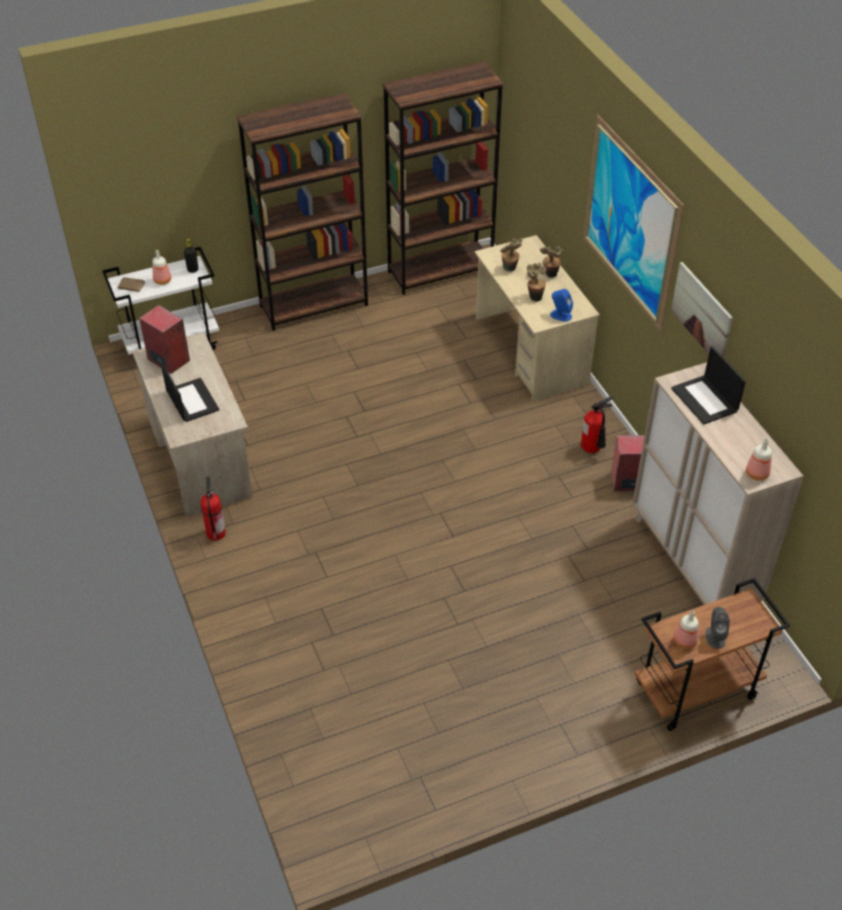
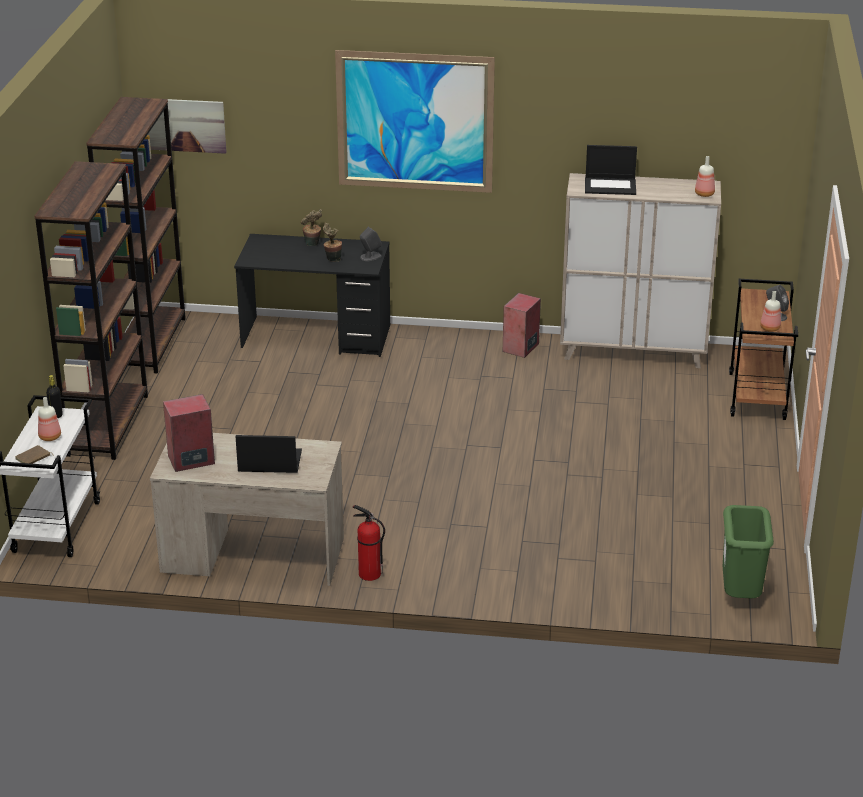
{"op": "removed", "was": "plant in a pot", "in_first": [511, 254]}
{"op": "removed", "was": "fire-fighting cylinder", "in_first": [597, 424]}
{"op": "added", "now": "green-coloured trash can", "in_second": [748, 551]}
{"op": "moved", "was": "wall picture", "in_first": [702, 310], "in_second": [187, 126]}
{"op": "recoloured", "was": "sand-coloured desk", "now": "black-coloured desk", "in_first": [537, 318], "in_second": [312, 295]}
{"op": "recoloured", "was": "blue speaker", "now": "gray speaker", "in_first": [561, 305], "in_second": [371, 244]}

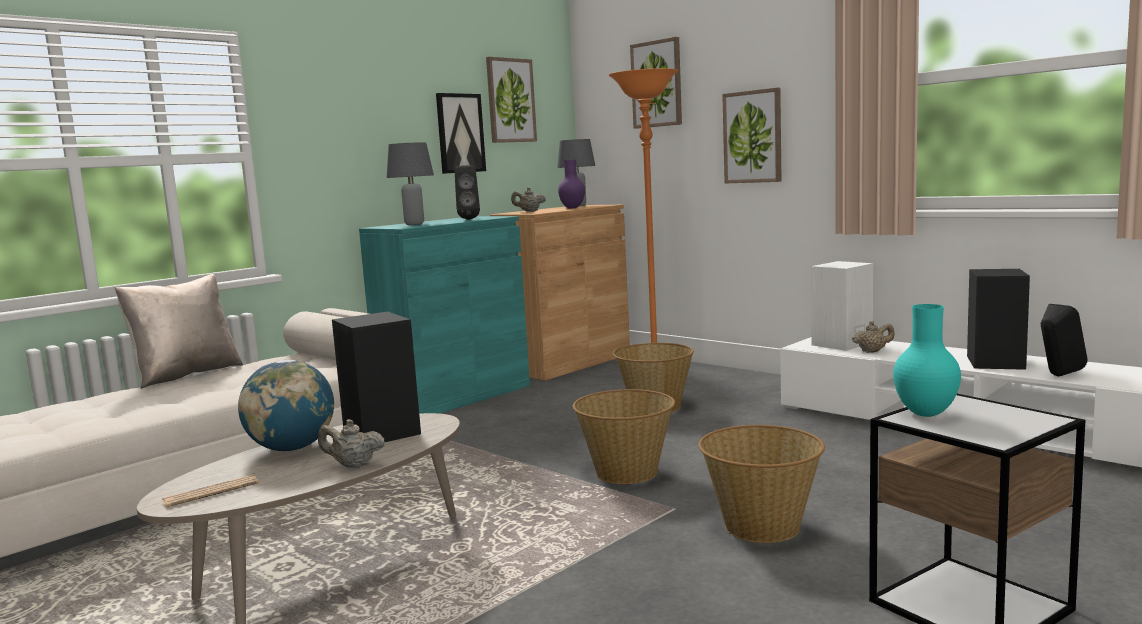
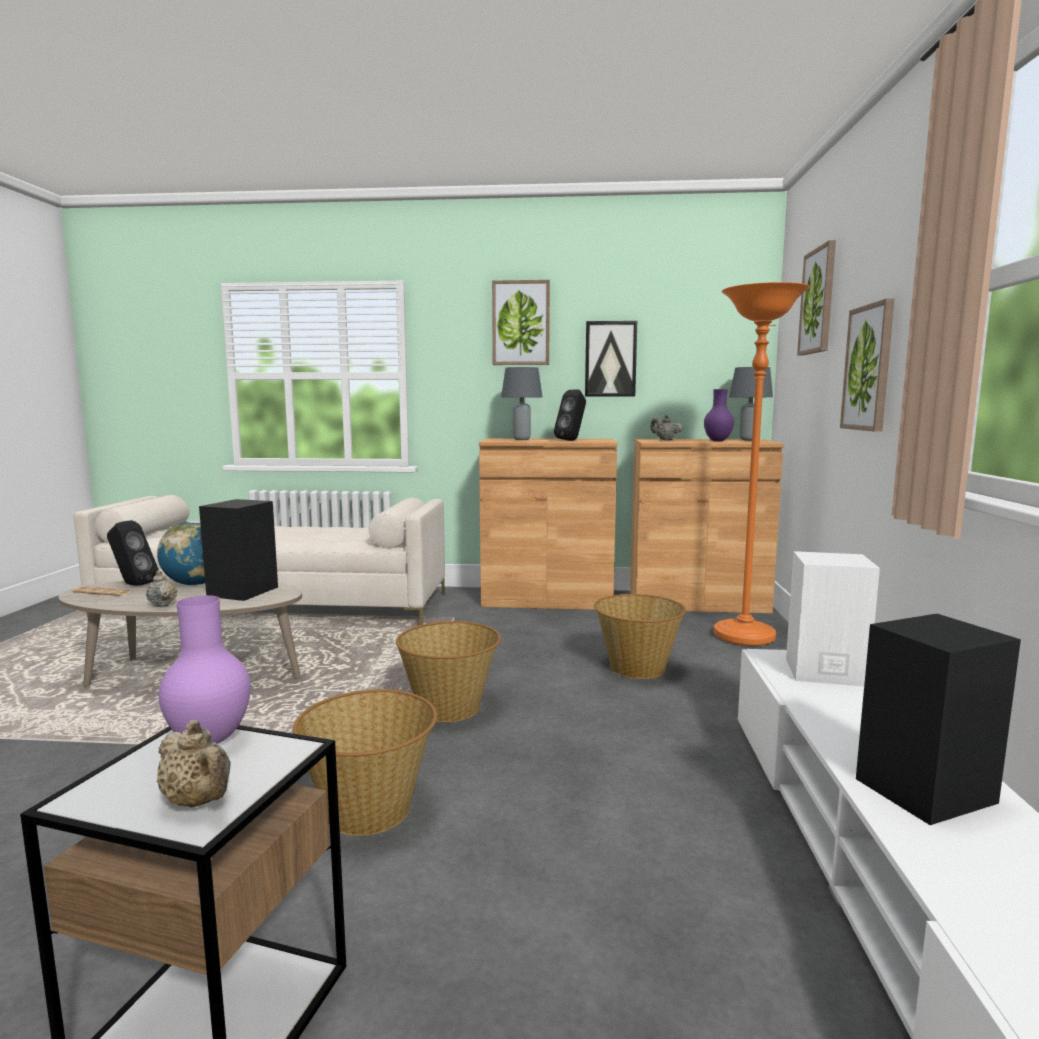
{"op": "removed", "was": "sand-coloured pillow", "in_first": [178, 331]}
{"op": "moved", "was": "wall picture", "in_first": [511, 100], "in_second": [521, 322]}
{"op": "moved", "was": "sand-coloured teapot", "in_first": [873, 337], "in_second": [193, 763]}
{"op": "moved", "was": "black-coloured speaker", "in_first": [1064, 340], "in_second": [133, 553]}
{"op": "recoloured", "was": "turquoise-coloured storage cabinet", "now": "brown-coloured storage cabinet", "in_first": [444, 315], "in_second": [548, 524]}
{"op": "recoloured", "was": "turquoise-coloured flower vase", "now": "purplish flower vase", "in_first": [927, 360], "in_second": [205, 669]}

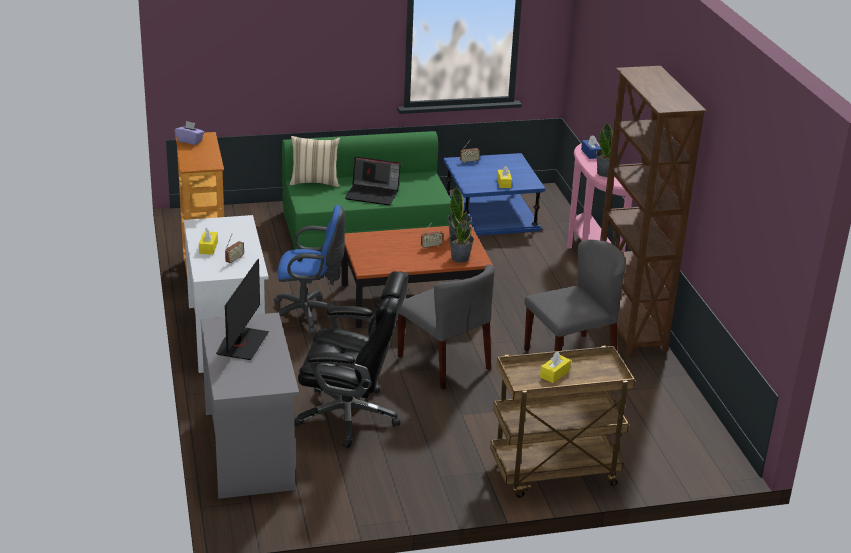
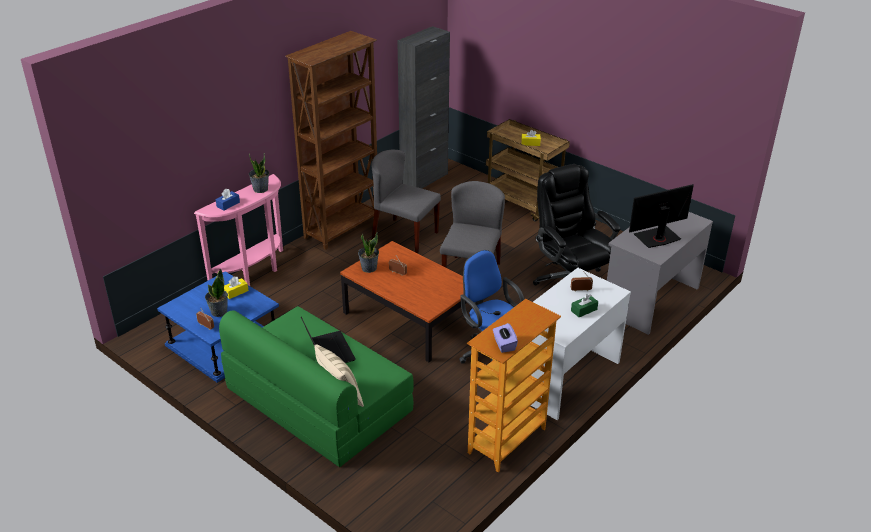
{"op": "added", "now": "black-coloured storage cabinet", "in_second": [423, 107]}
{"op": "moved", "was": "plant in a pot", "in_first": [461, 236], "in_second": [216, 292]}
{"op": "recoloured", "was": "yellowish tissue box", "now": "green-coloured tissue box", "in_first": [208, 241], "in_second": [584, 305]}

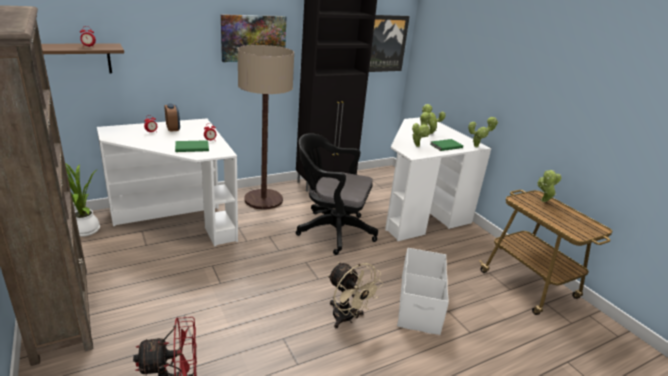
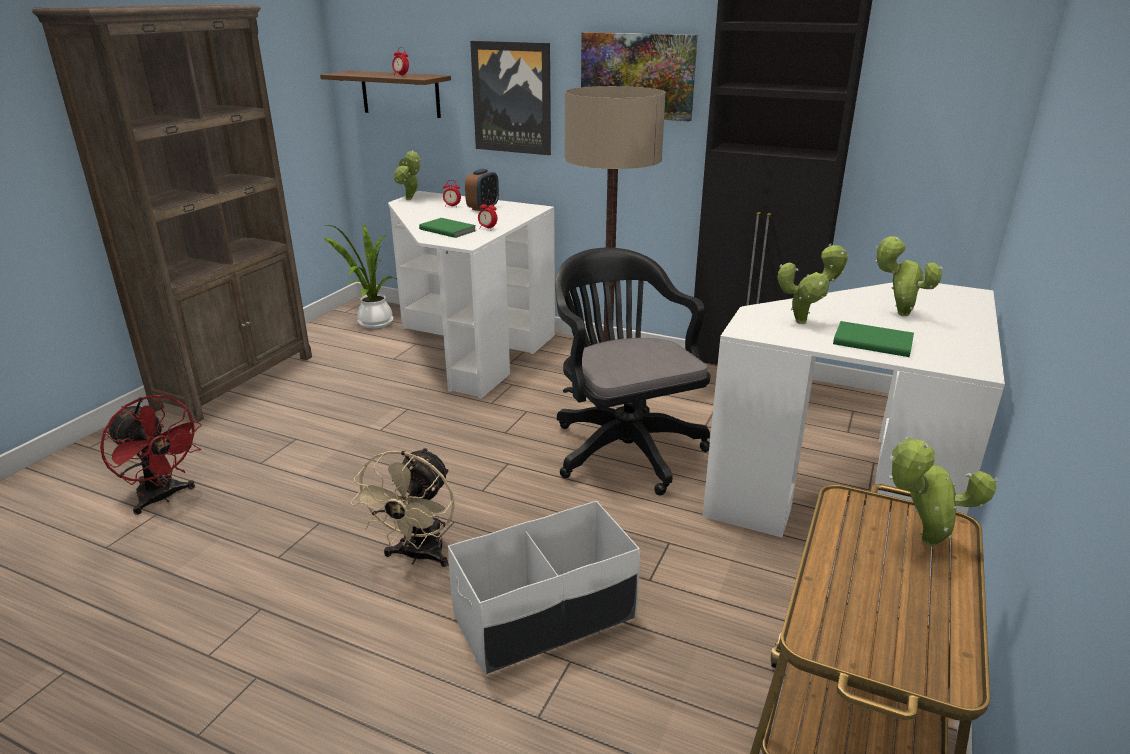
{"op": "moved", "was": "wall picture", "in_first": [389, 43], "in_second": [510, 98]}
{"op": "moved", "was": "plant in a pot", "in_first": [483, 131], "in_second": [407, 175]}

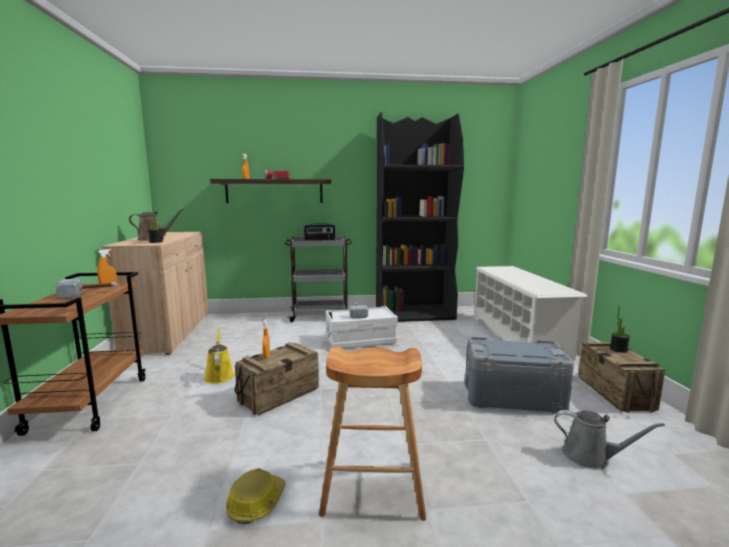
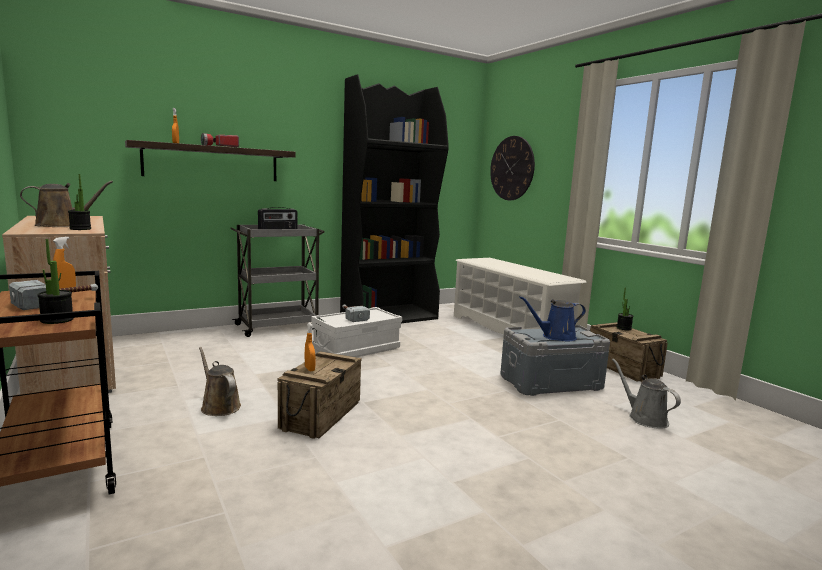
{"op": "removed", "was": "safety helmet", "in_first": [256, 496]}
{"op": "removed", "was": "brown-coloured stool seat", "in_first": [372, 434]}
{"op": "added", "now": "plant in a pot", "in_second": [56, 281]}
{"op": "added", "now": "wall clock", "in_second": [512, 168]}
{"op": "added", "now": "blue watering pot", "in_second": [552, 318]}
{"op": "recoloured", "was": "yellowish watering pot", "now": "brown-coloured watering pot", "in_first": [219, 356], "in_second": [220, 381]}
{"op": "turned", "was": "gray watering pot", "in_first": [609, 440], "in_second": [646, 393], "clockwise": -120}

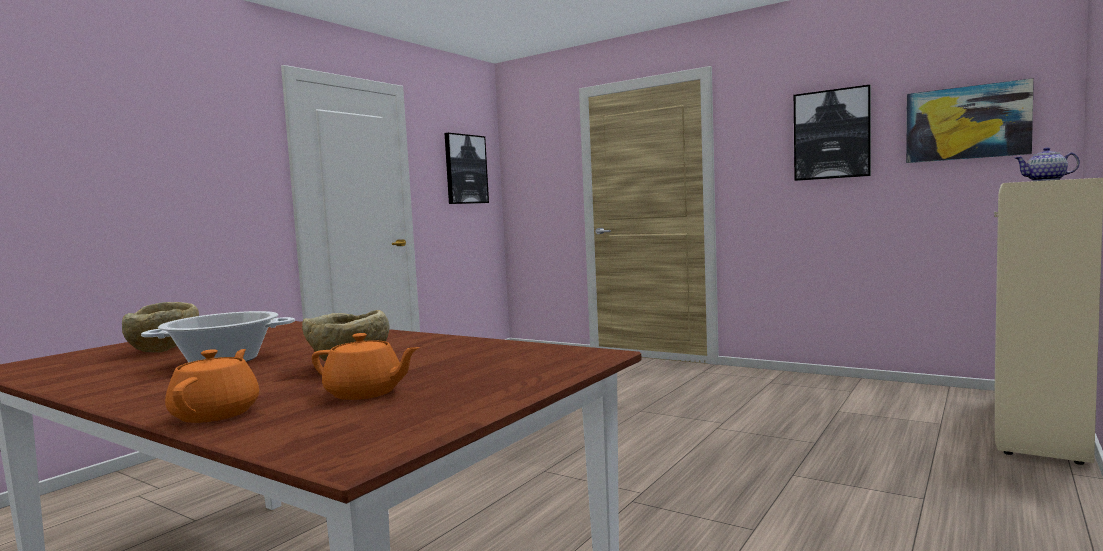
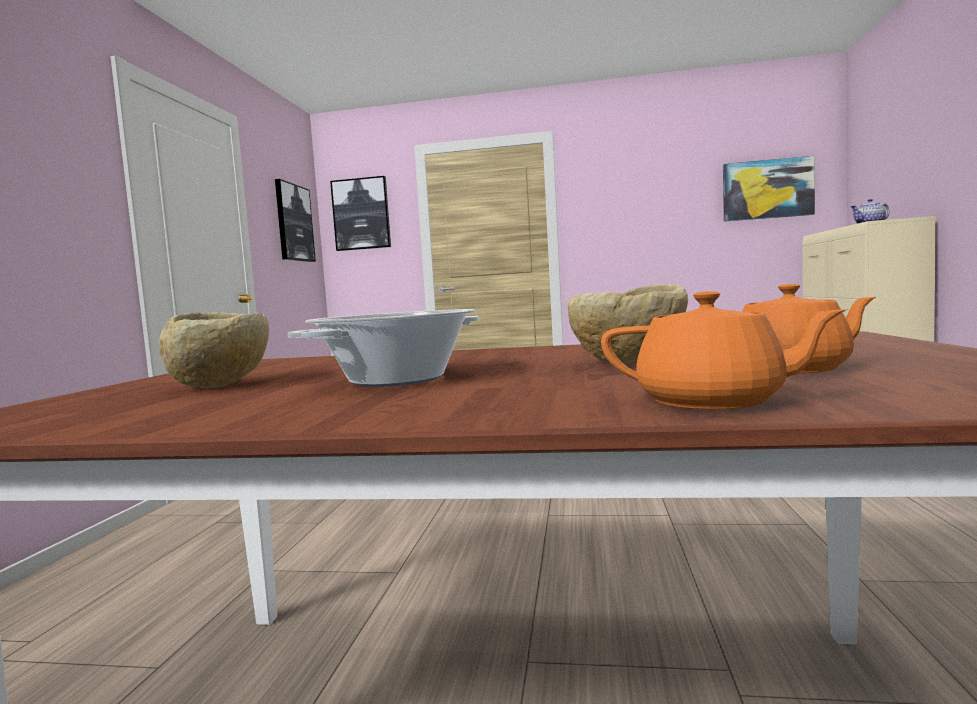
{"op": "moved", "was": "wall picture", "in_first": [832, 133], "in_second": [360, 213]}
{"op": "turned", "was": "orange teapot", "in_first": [212, 386], "in_second": [724, 350], "clockwise": 135}

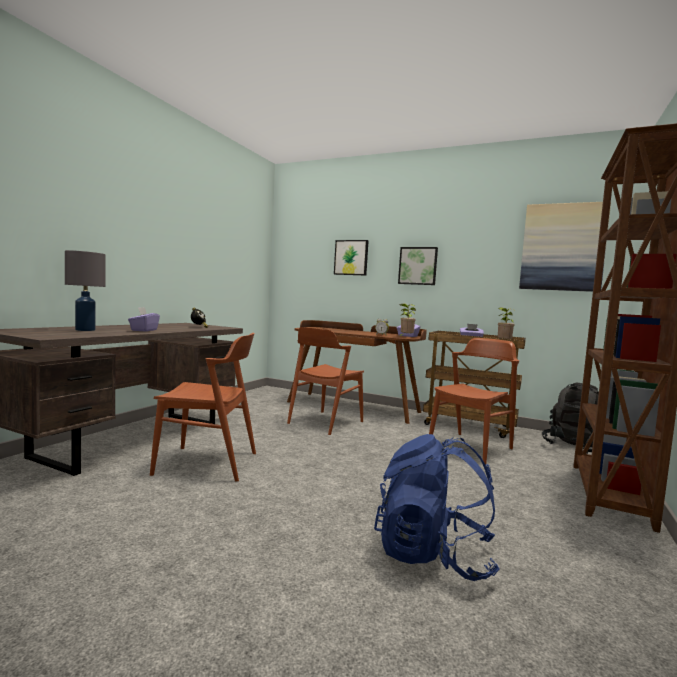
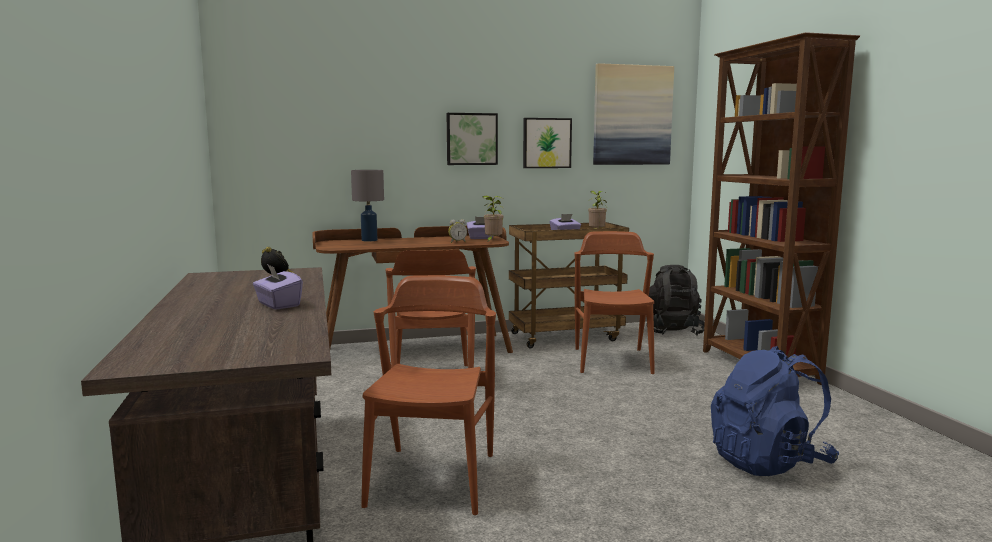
{"op": "moved", "was": "gray lamp for a table", "in_first": [85, 290], "in_second": [367, 206]}
{"op": "moved", "was": "wall picture", "in_first": [351, 258], "in_second": [547, 143]}
{"op": "turned", "was": "brown-coloured plain chair", "in_first": [203, 407], "in_second": [428, 395], "clockwise": -45}

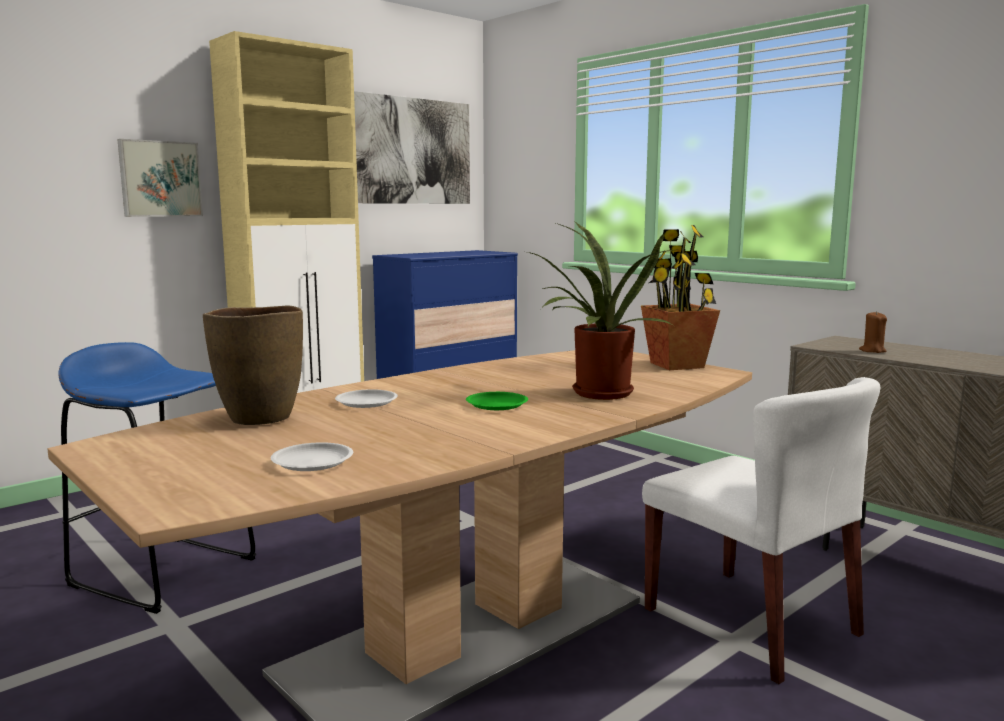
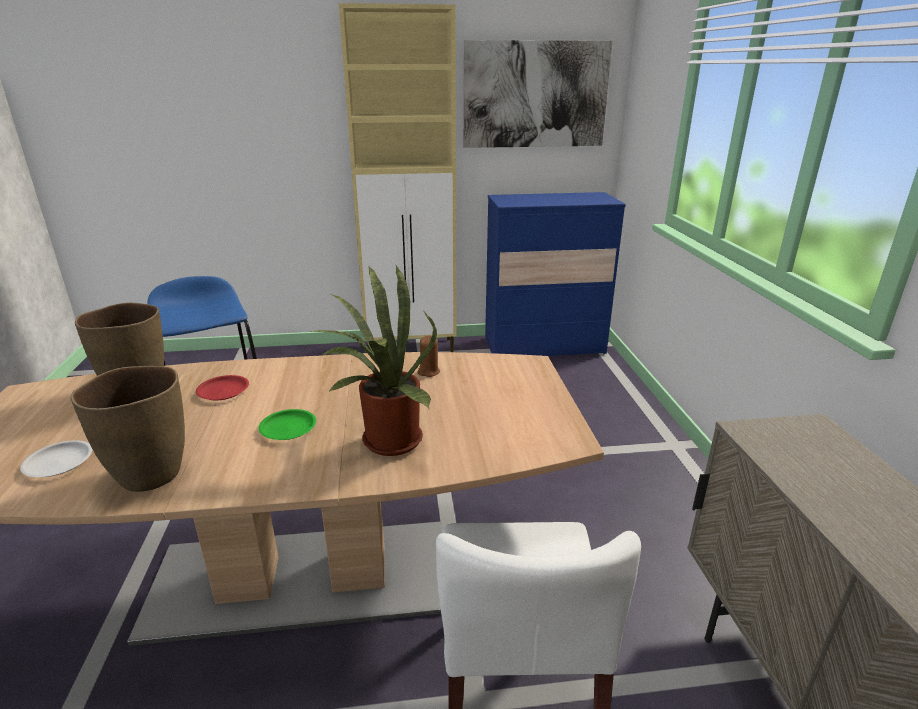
{"op": "removed", "was": "wall picture", "in_first": [160, 178]}
{"op": "removed", "was": "plant in a pot", "in_first": [680, 297]}
{"op": "added", "now": "brown-coloured flower vase", "in_second": [127, 429]}
{"op": "moved", "was": "brown-coloured candle", "in_first": [873, 332], "in_second": [428, 356]}
{"op": "recoloured", "was": "whitish dinner plate", "now": "reddish dinner plate", "in_first": [366, 398], "in_second": [222, 387]}

